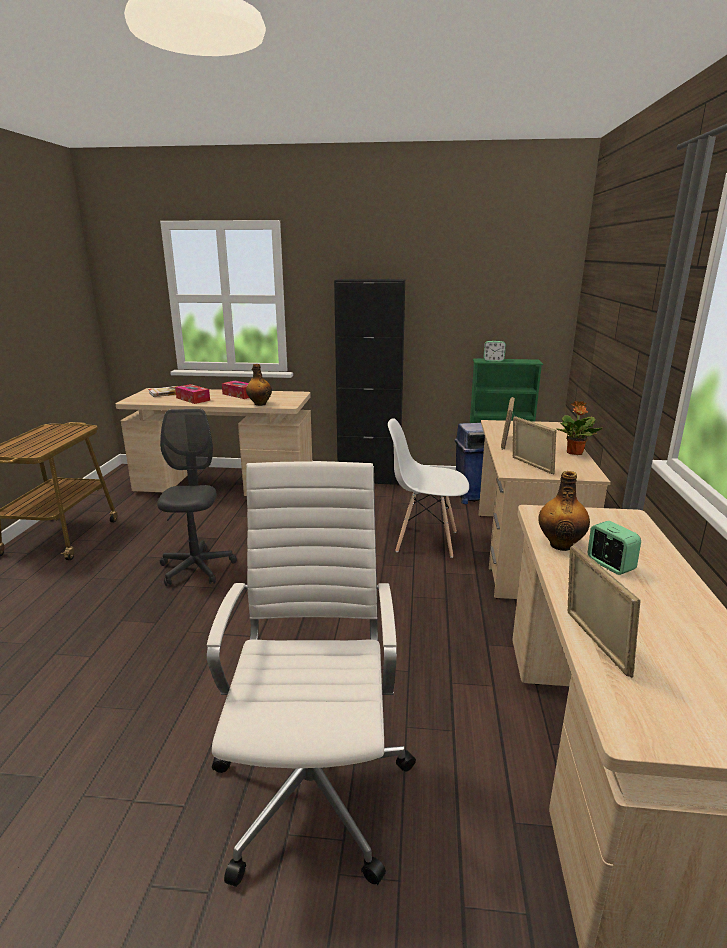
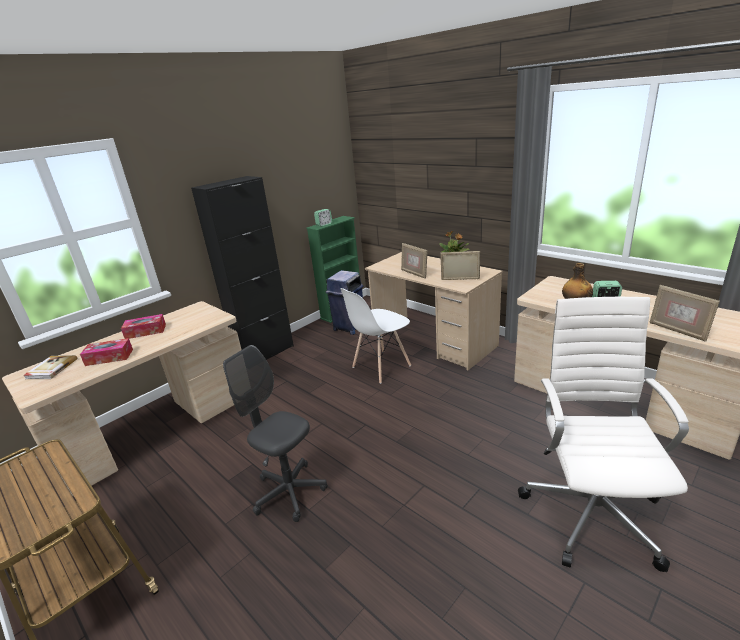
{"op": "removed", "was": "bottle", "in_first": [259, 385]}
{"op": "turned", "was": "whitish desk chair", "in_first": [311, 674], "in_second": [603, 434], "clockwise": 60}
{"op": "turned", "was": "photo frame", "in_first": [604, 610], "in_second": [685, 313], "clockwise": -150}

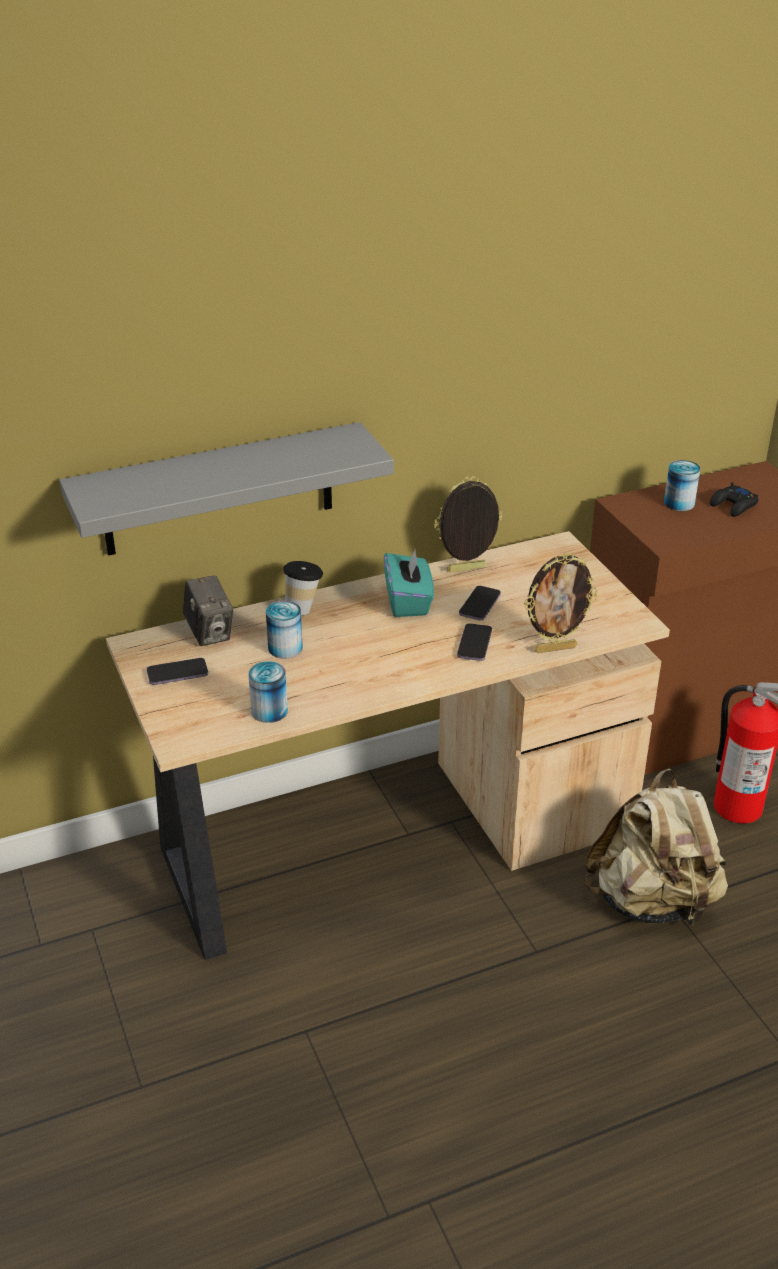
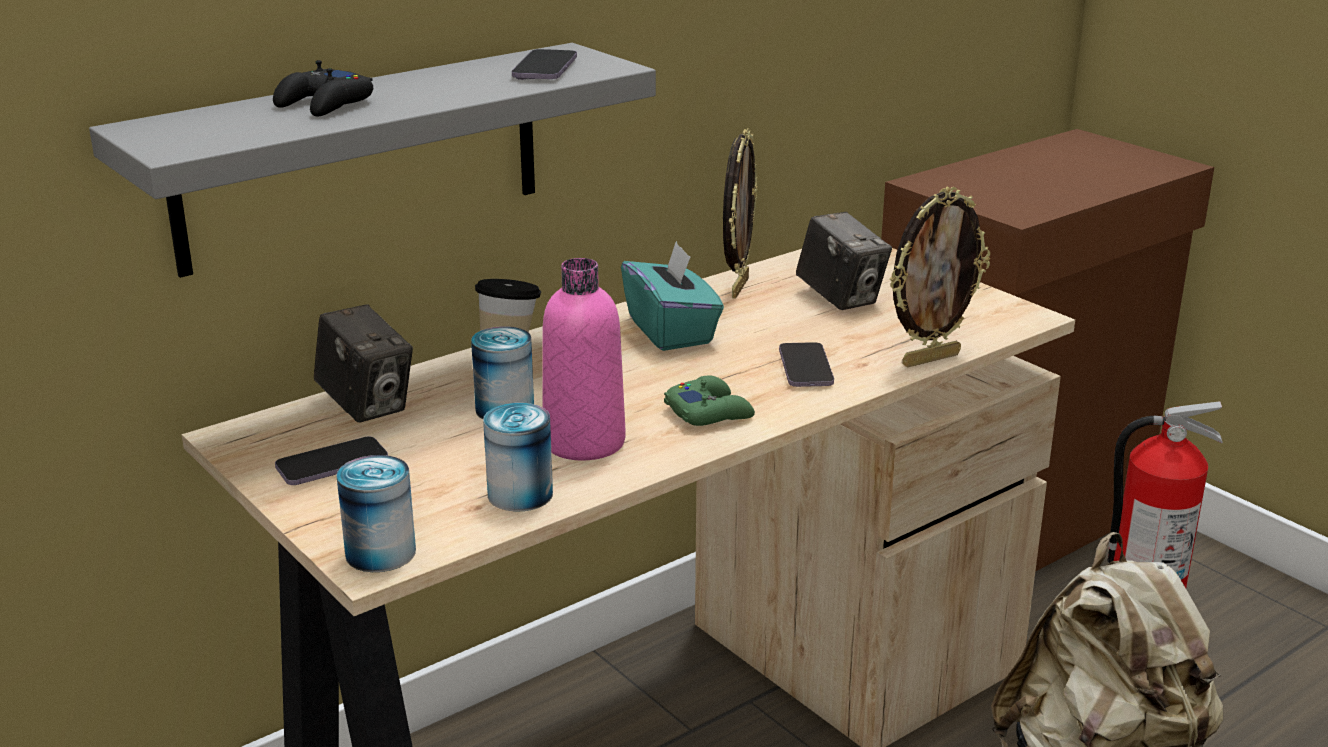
{"op": "added", "now": "pinkish bottle", "in_second": [584, 359]}
{"op": "added", "now": "green-coloured game controller", "in_second": [709, 400]}
{"op": "added", "now": "photo camera", "in_second": [844, 261]}
{"op": "moved", "was": "phone", "in_first": [480, 603], "in_second": [544, 64]}
{"op": "moved", "was": "sealed can", "in_first": [682, 485], "in_second": [376, 513]}
{"op": "moved", "was": "black-coloured game controller", "in_first": [734, 499], "in_second": [323, 88]}
{"op": "turned", "was": "photo frame", "in_first": [468, 524], "in_second": [740, 213], "clockwise": 135}

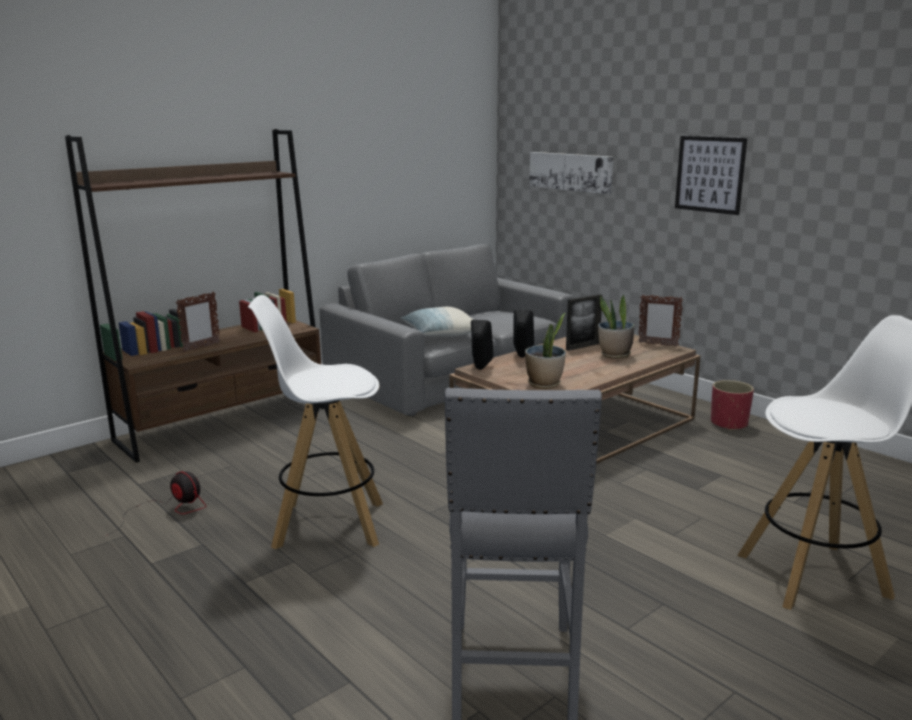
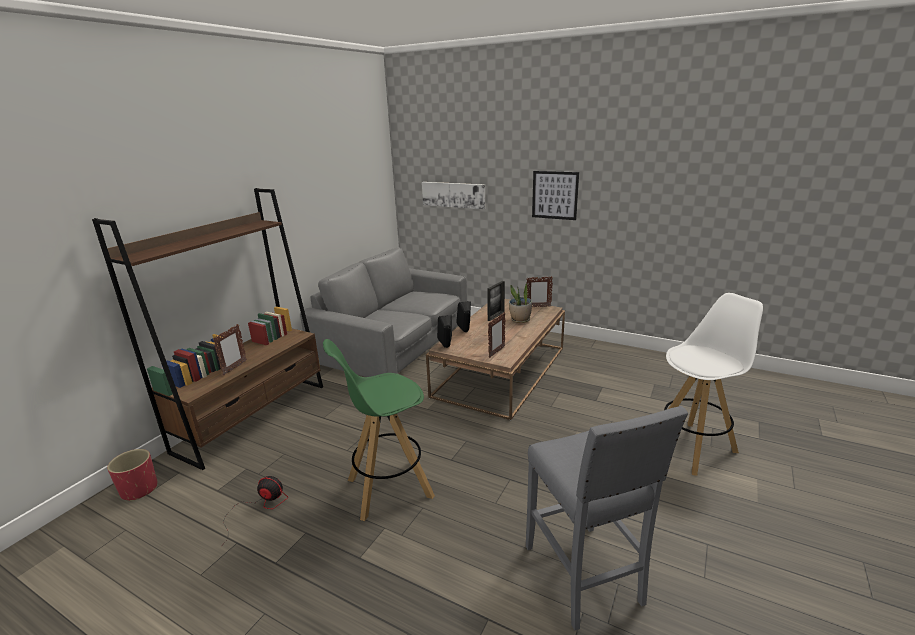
{"op": "removed", "was": "pillow", "in_first": [436, 322]}
{"op": "moved", "was": "reddish plant pot", "in_first": [732, 405], "in_second": [132, 475]}
{"op": "replaced", "was": "plant in a pot", "now": "photo frame", "in_first": [545, 351], "in_second": [497, 335]}
{"op": "recoloured", "was": "whitish stool seat", "now": "green-coloured stool seat", "in_first": [315, 422], "in_second": [379, 430]}

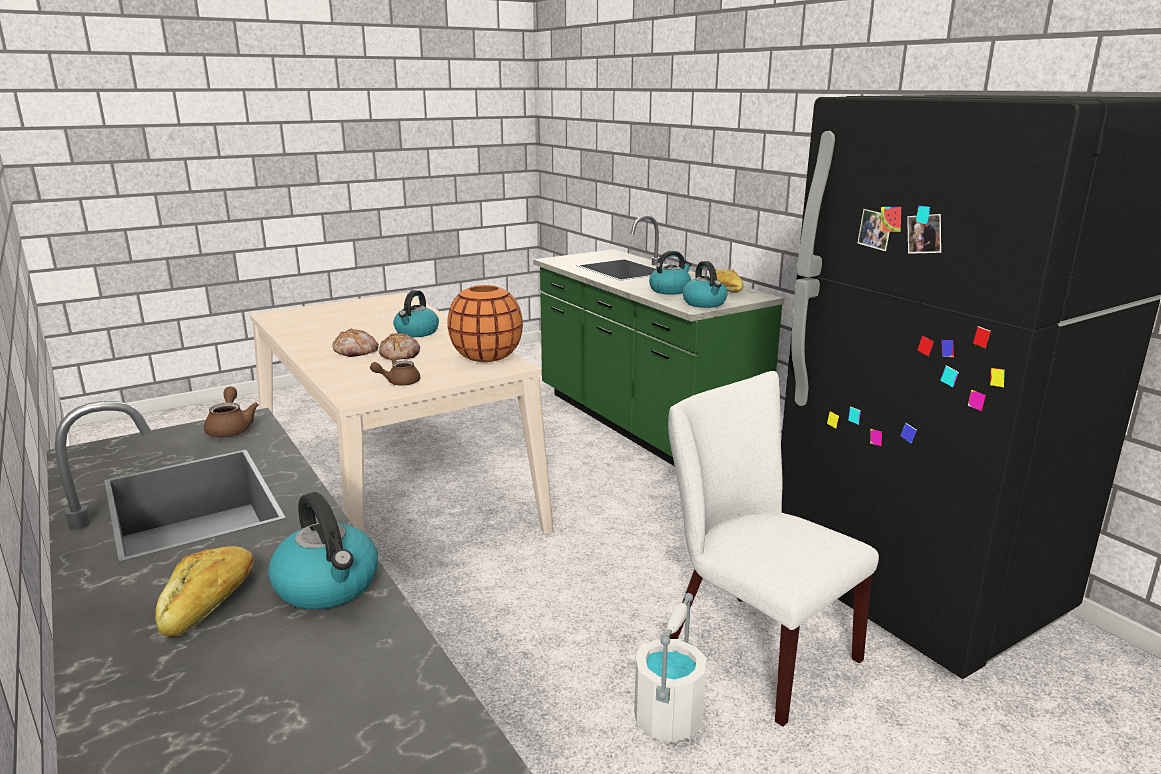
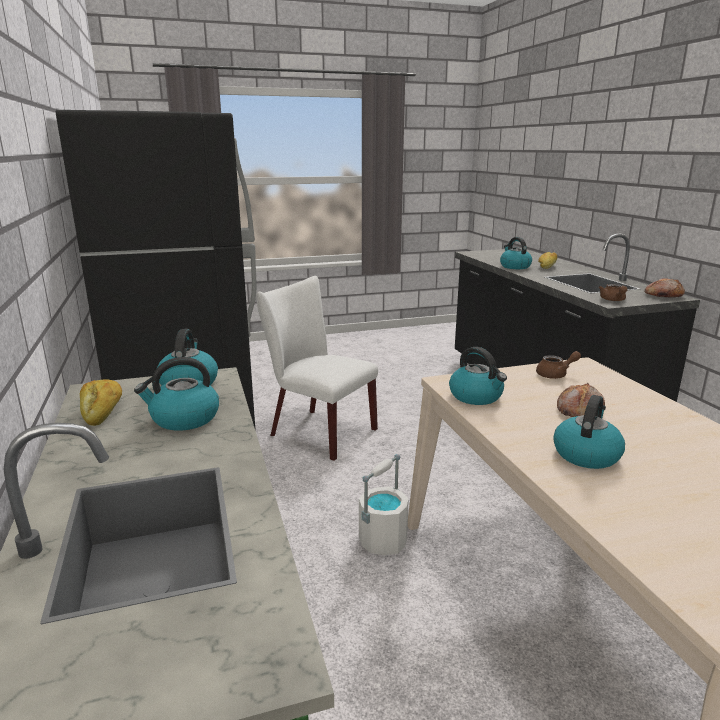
{"op": "moved", "was": "bakery bread", "in_first": [355, 342], "in_second": [665, 288]}
{"op": "moved", "was": "whitish bucket", "in_first": [670, 668], "in_second": [384, 504]}
{"op": "replaced", "was": "orange flower vase", "now": "kettle", "in_first": [485, 323], "in_second": [478, 376]}
{"op": "turned", "was": "whitish plain chair", "in_first": [773, 549], "in_second": [317, 368], "clockwise": 150}

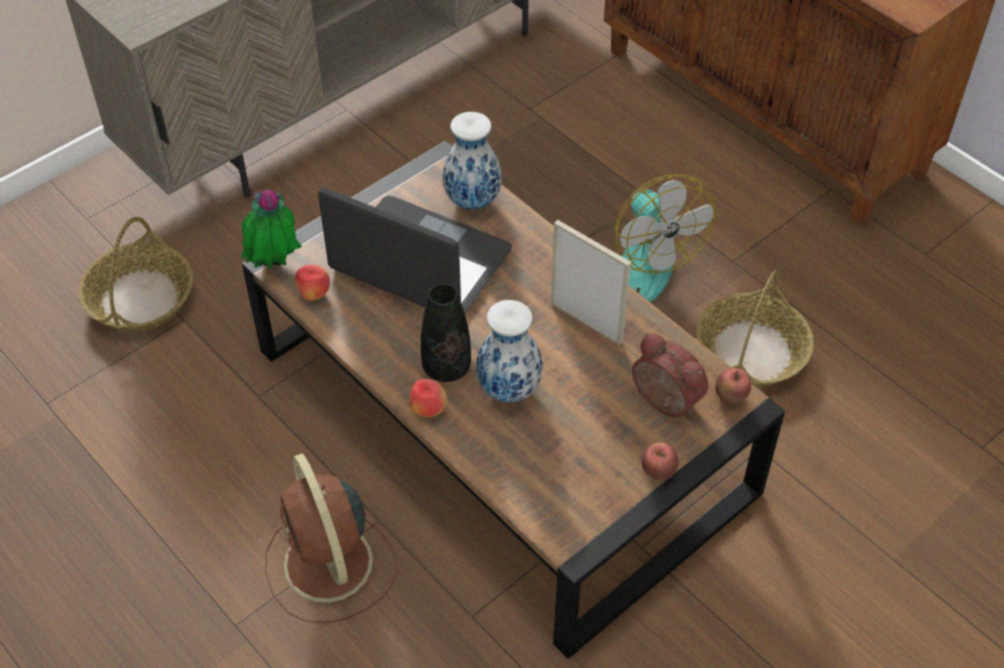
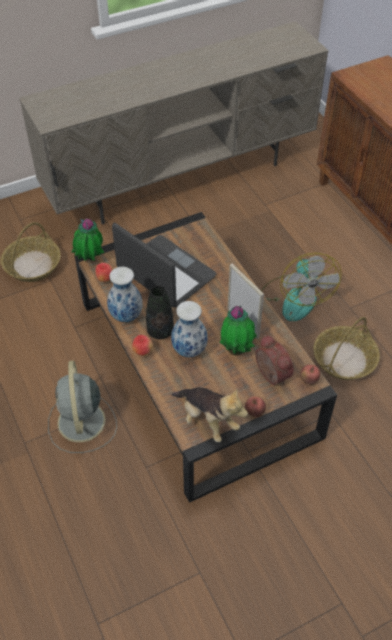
{"op": "added", "now": "cuddly toy", "in_second": [209, 414]}
{"op": "added", "now": "plant in a pot", "in_second": [238, 331]}
{"op": "moved", "was": "flower vase", "in_first": [472, 160], "in_second": [125, 294]}
{"op": "recoloured", "was": "brown-coloured electric fan", "now": "gray electric fan", "in_first": [331, 539], "in_second": [82, 407]}

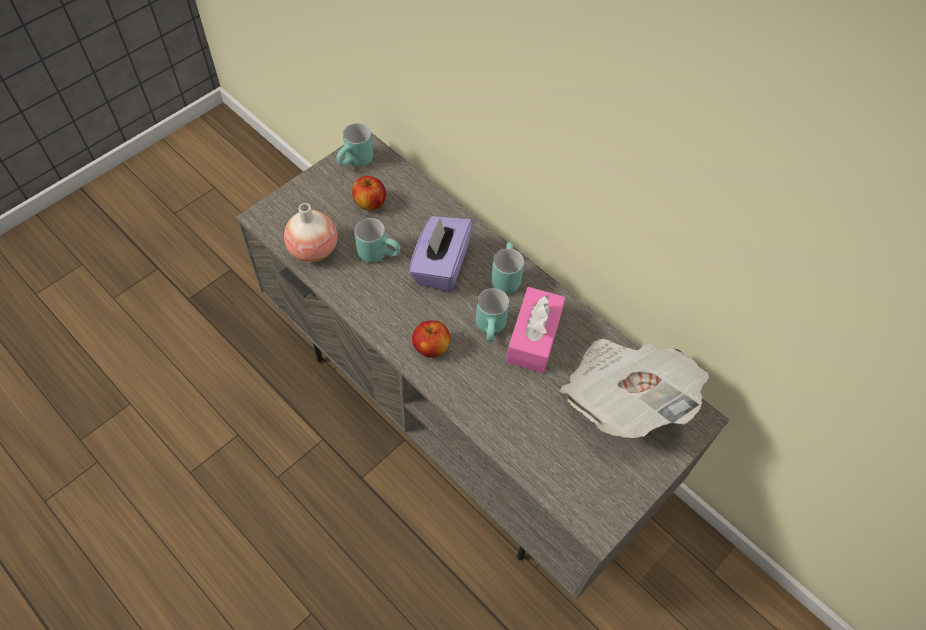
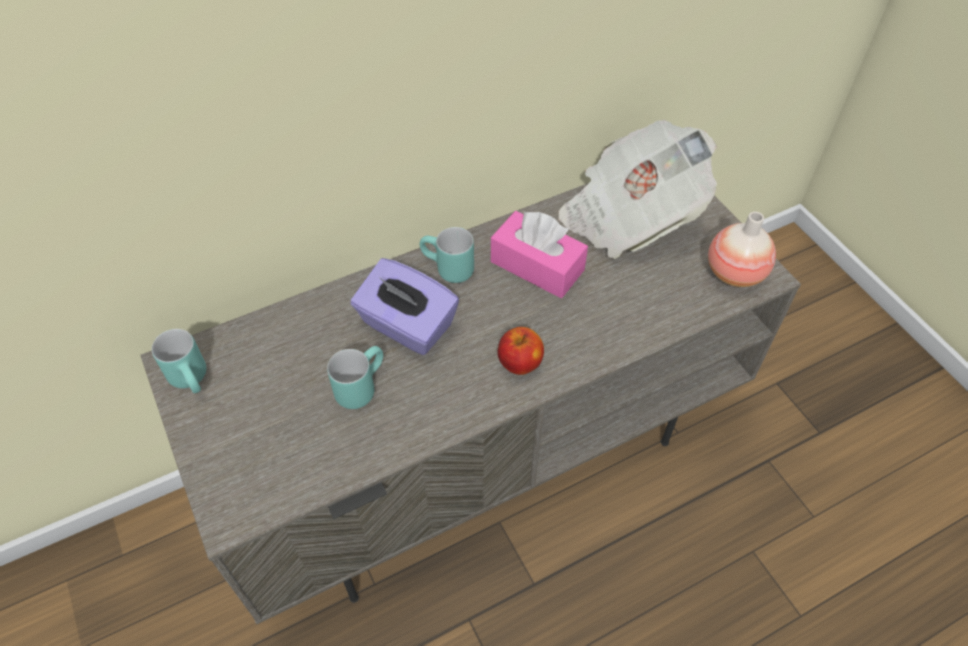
{"op": "removed", "was": "apple fruit", "in_first": [369, 193]}
{"op": "removed", "was": "turquoise-coloured tea mug", "in_first": [492, 315]}
{"op": "moved", "was": "flower vase", "in_first": [311, 232], "in_second": [742, 249]}

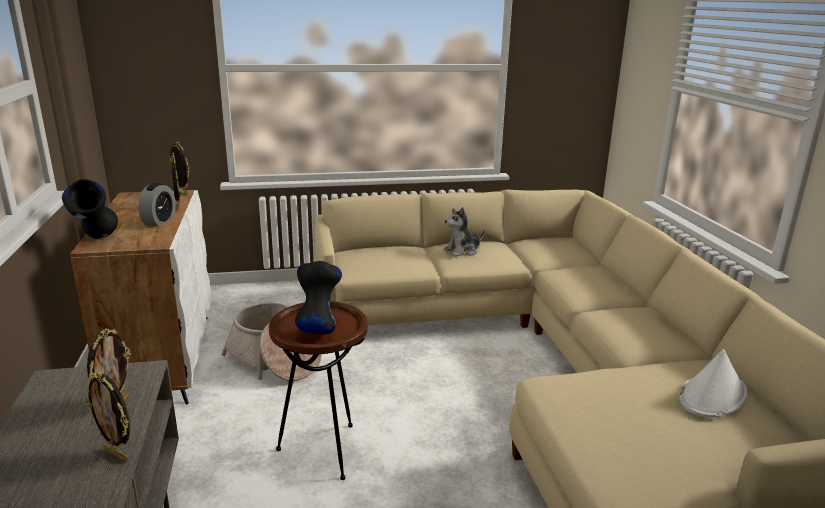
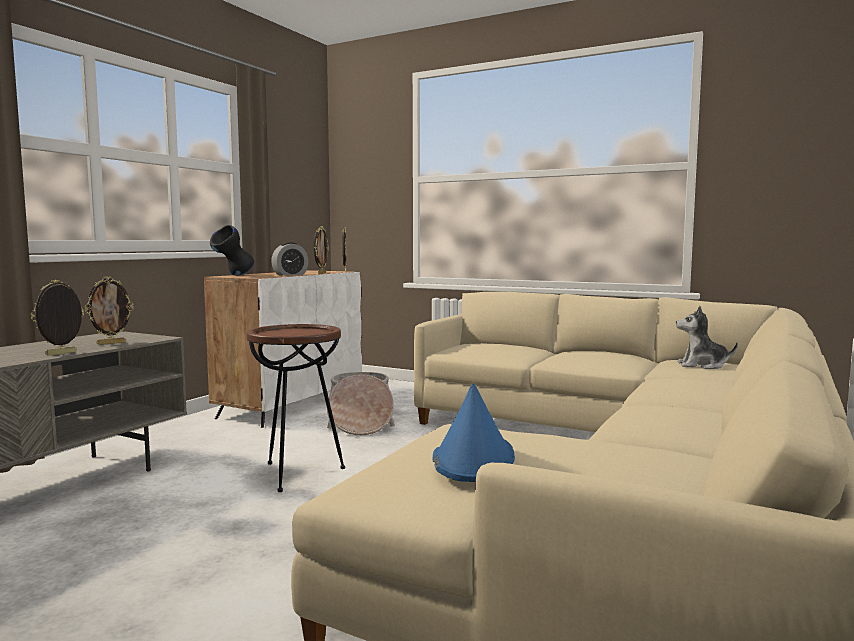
{"op": "removed", "was": "black-coloured flower vase", "in_first": [318, 297]}
{"op": "removed", "was": "whitish hat", "in_first": [713, 383]}
{"op": "added", "now": "blue hat", "in_second": [474, 432]}
{"op": "moved", "was": "cuddly toy", "in_first": [464, 232], "in_second": [707, 337]}
{"op": "turned", "was": "photo frame", "in_first": [107, 417], "in_second": [57, 318], "clockwise": 60}

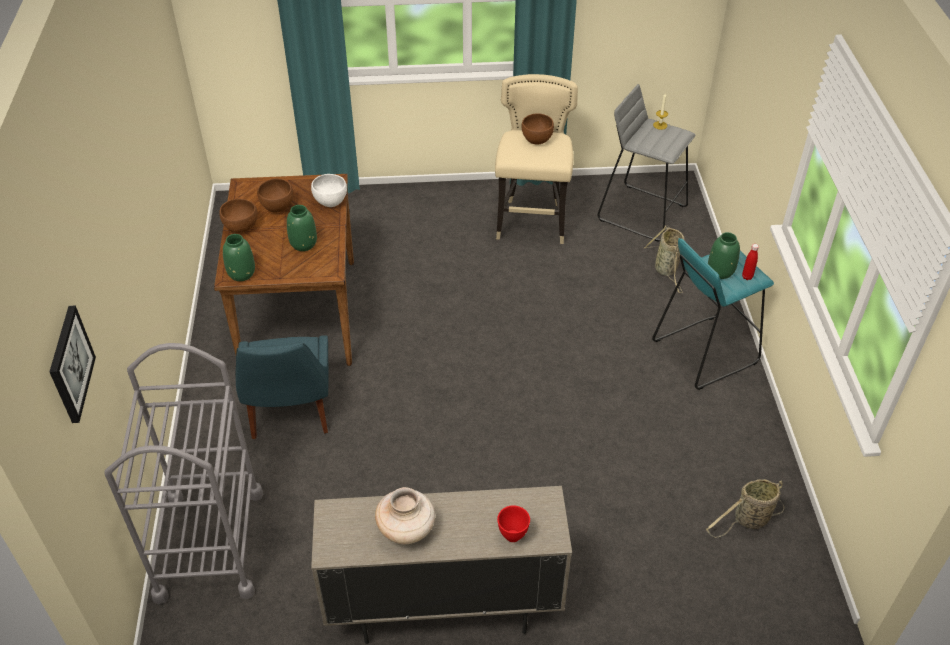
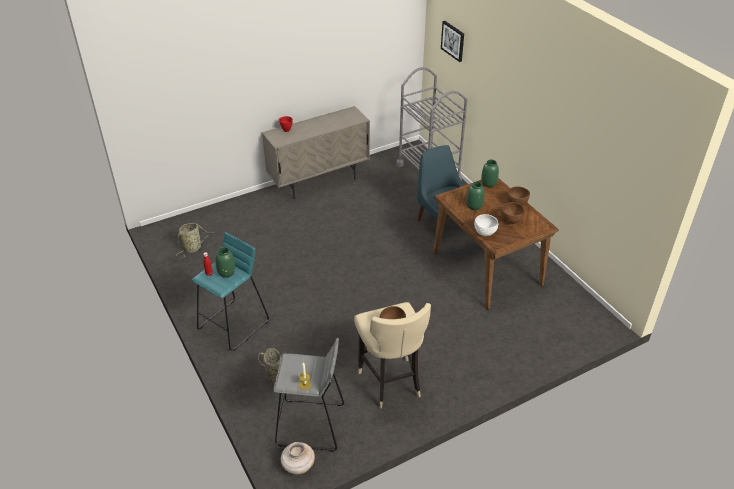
{"op": "moved", "was": "sand-coloured flower vase", "in_first": [405, 515], "in_second": [298, 458]}

